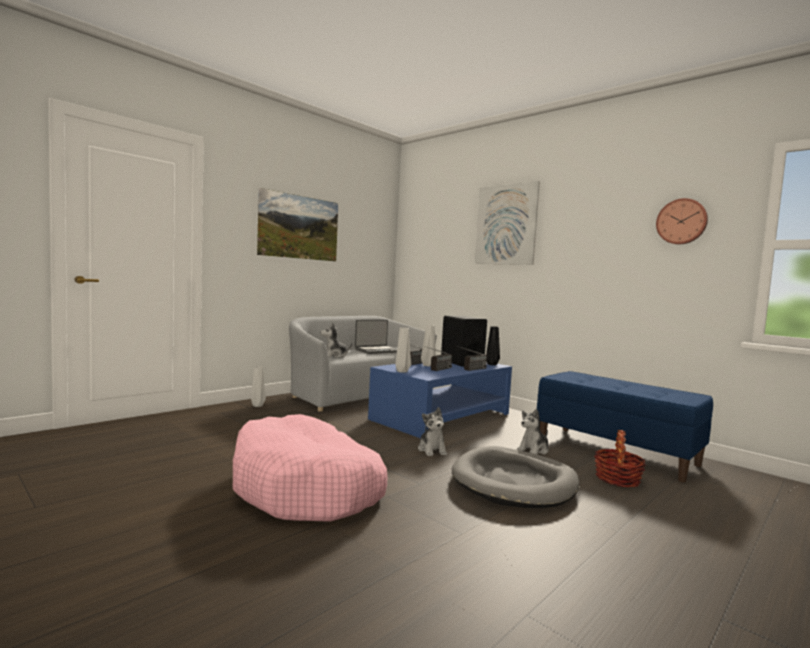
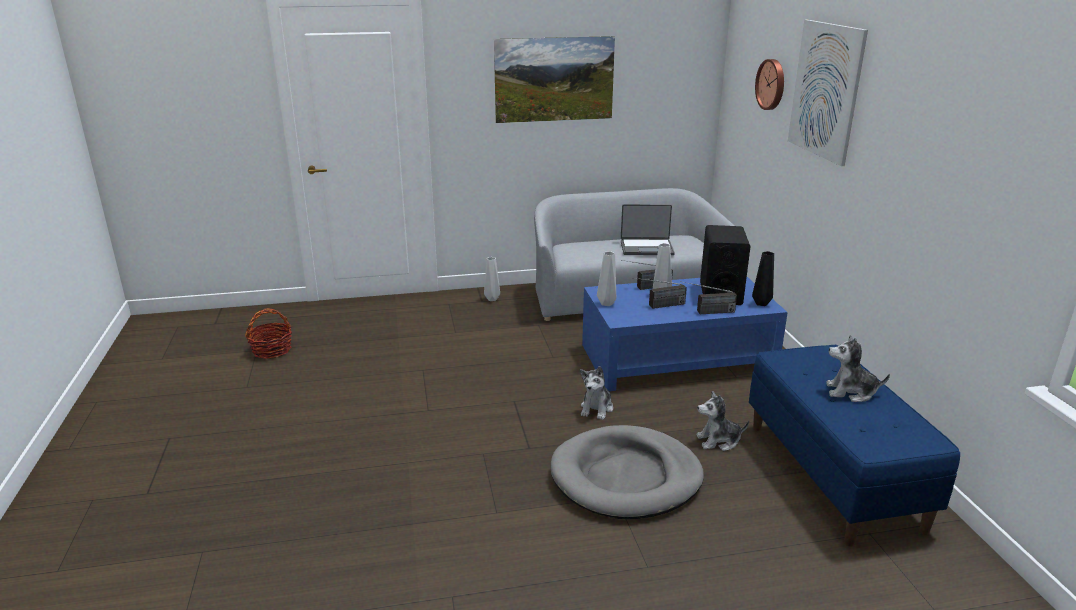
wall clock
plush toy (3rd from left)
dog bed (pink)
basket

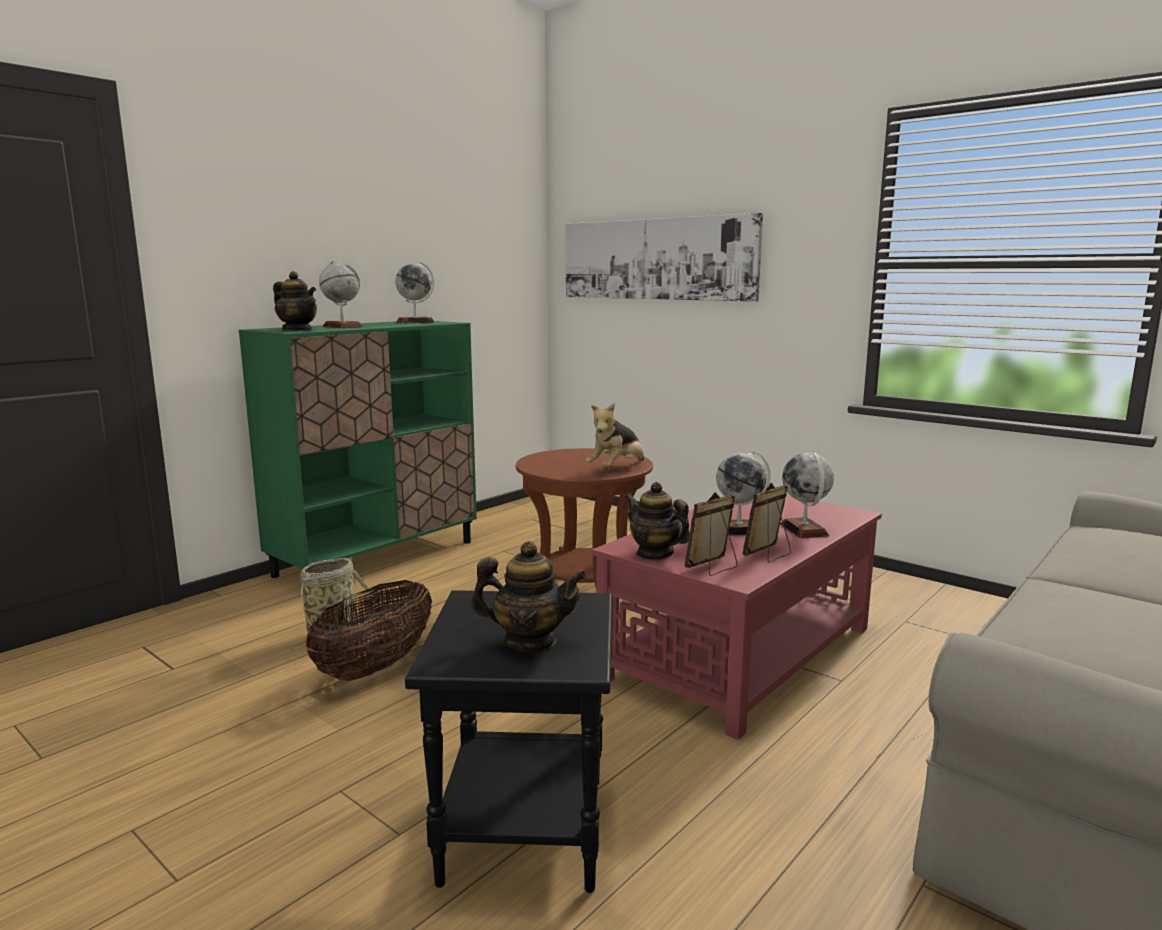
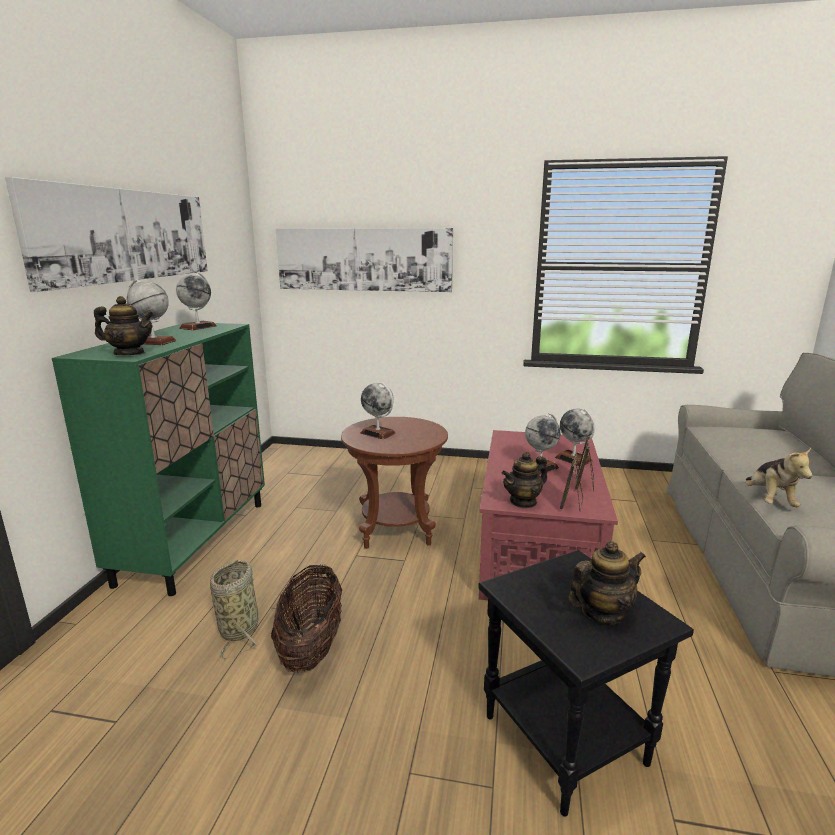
plush toy
teapot (2nd from left)
picture (1st from left)
globe (3rd from left)

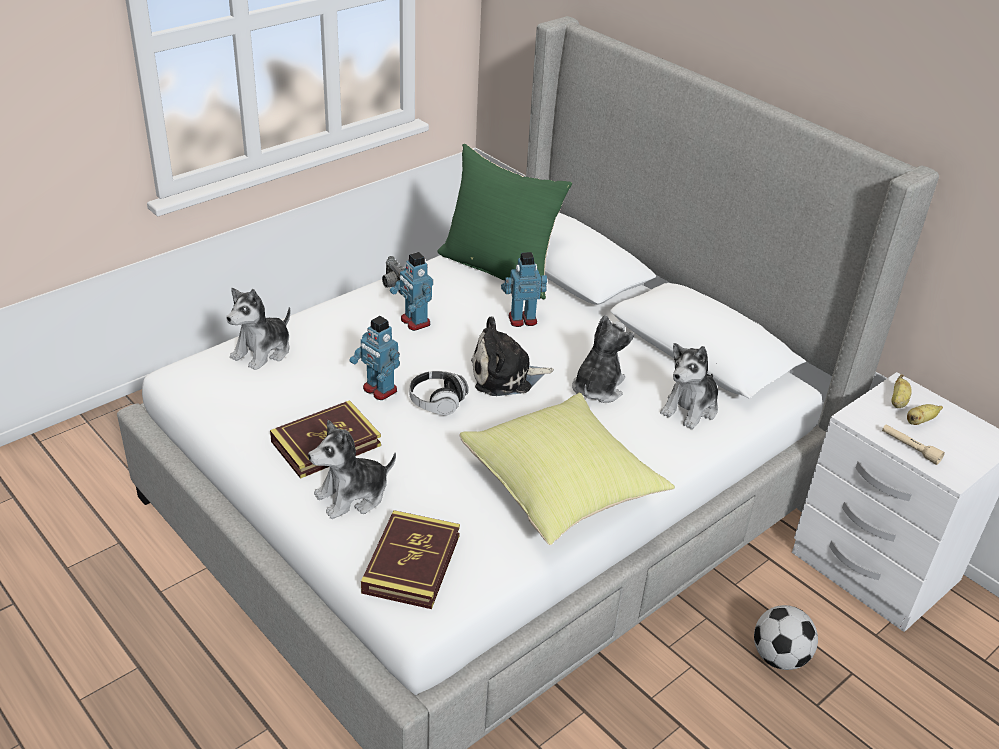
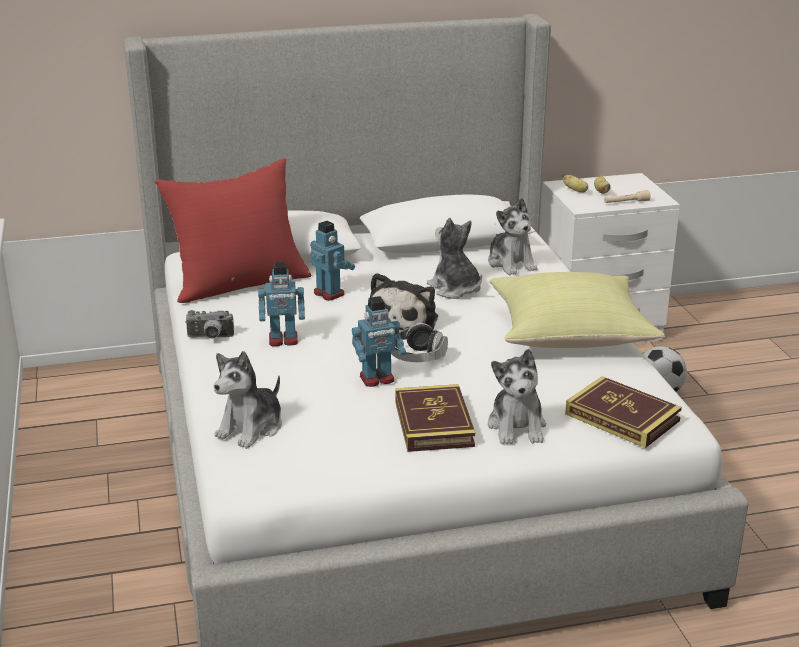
pillow (red)
toy robot (2nd from left)
plush toy (1st from left)

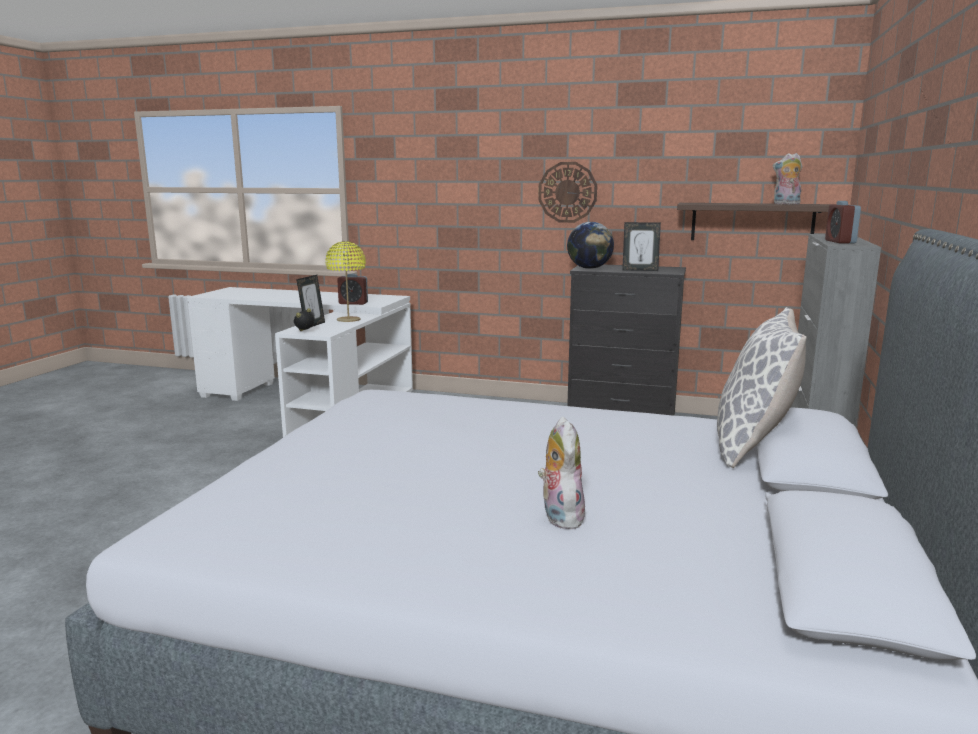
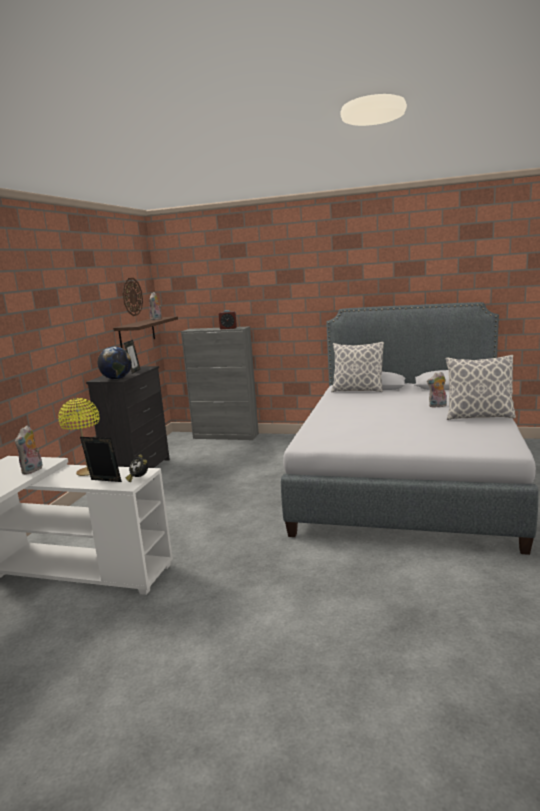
wall clock
plush toy (1st from left)
pillow (2nd from left)

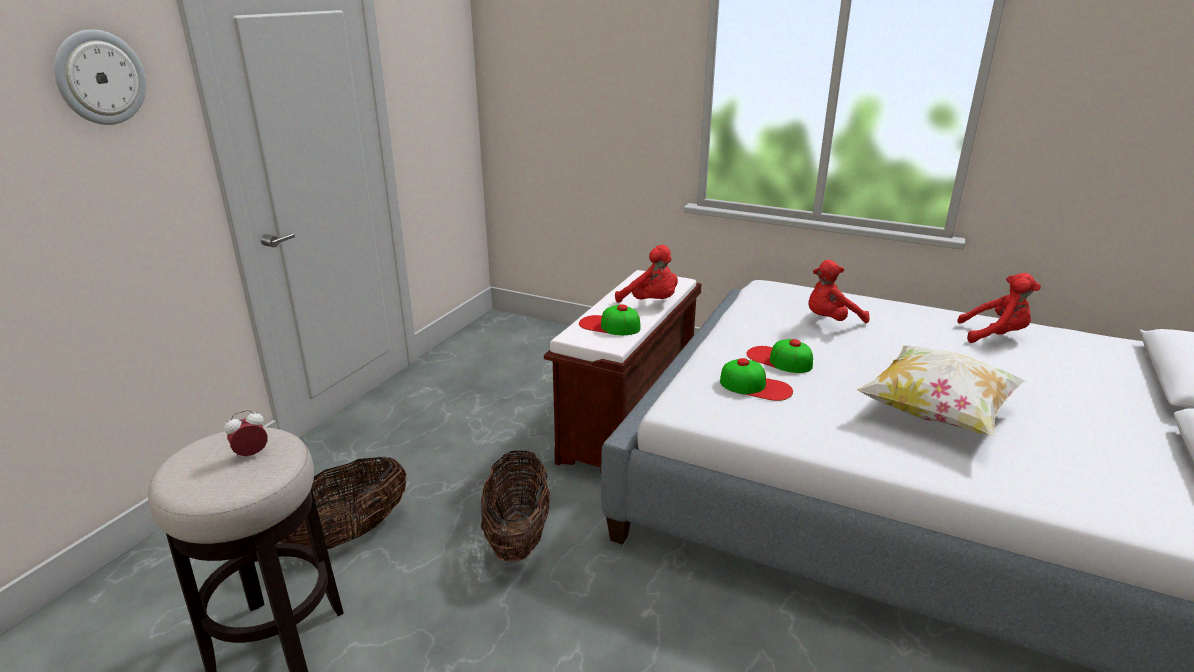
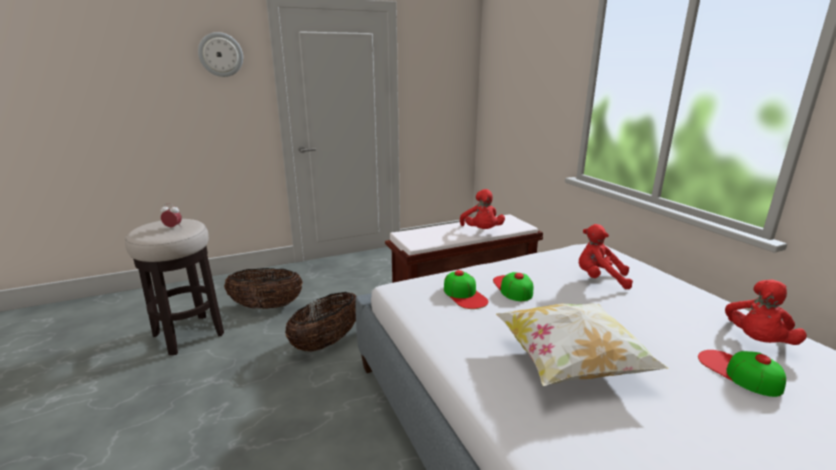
plush toy (red) (3rd from left)
cap (3rd from left)

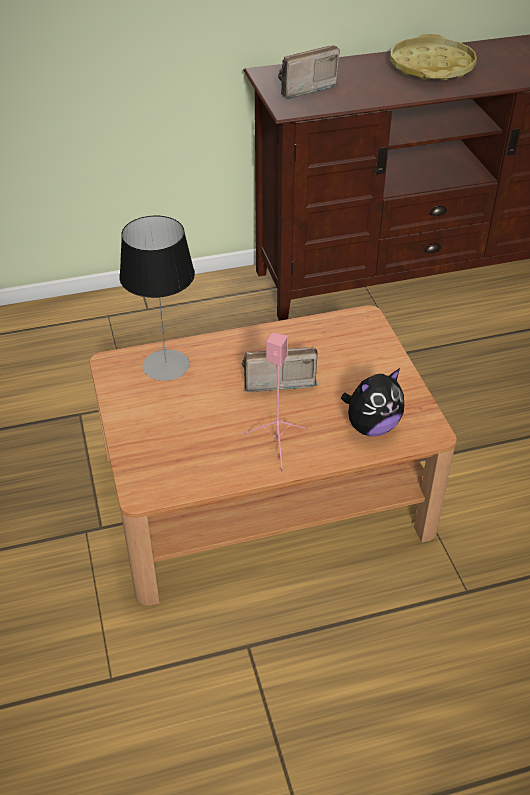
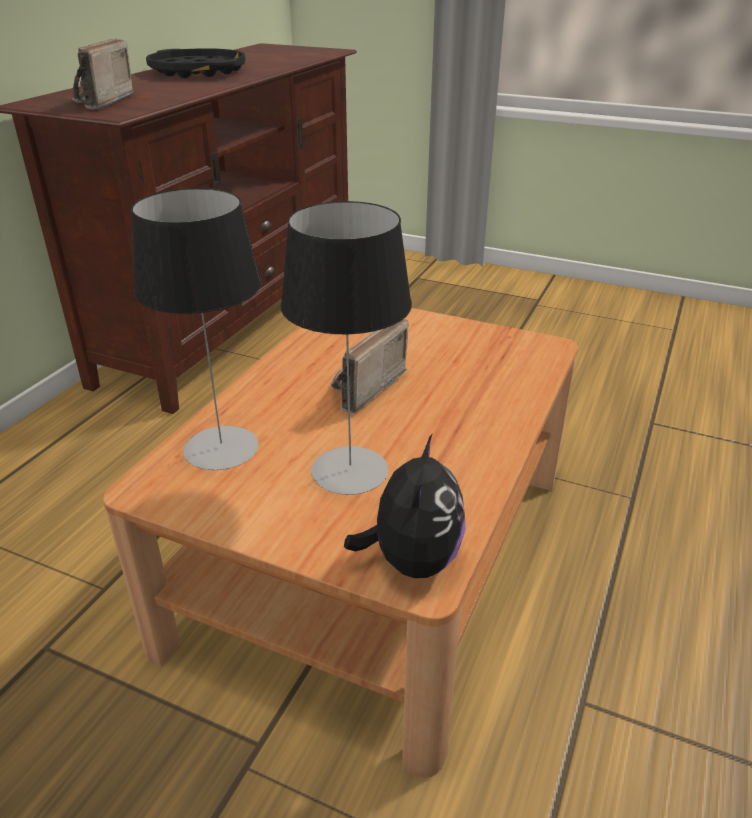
tray (black)
speaker (pink)
plush toy
table lamp (2nd from left)

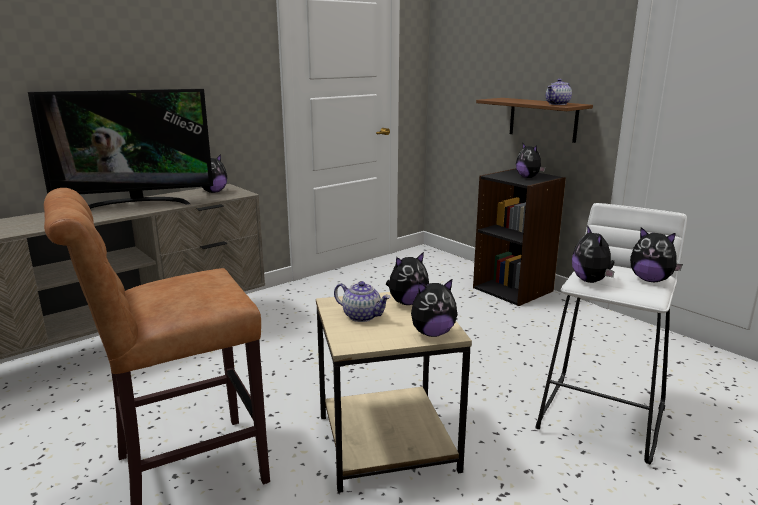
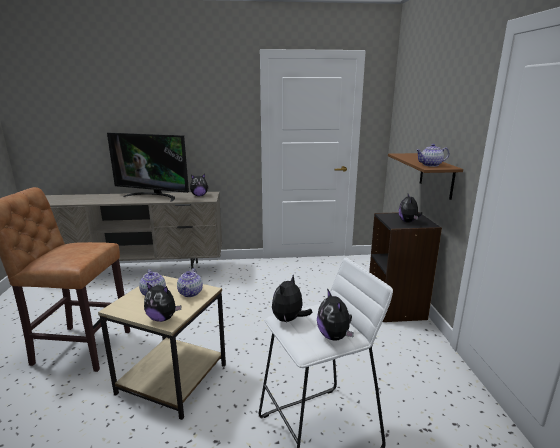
teapot (2nd from left)

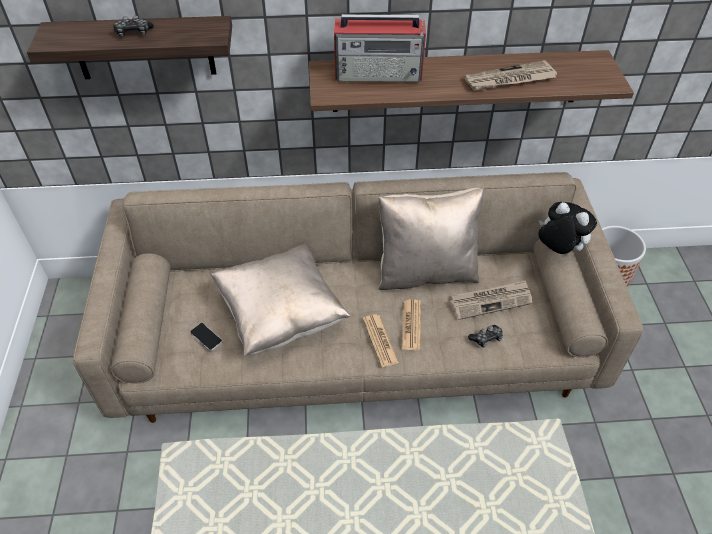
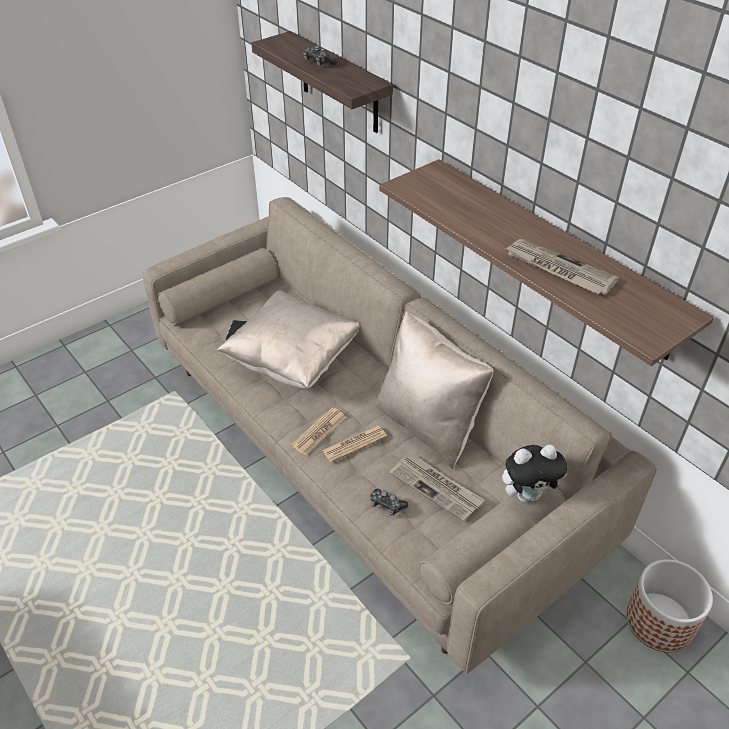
radio
plush toy

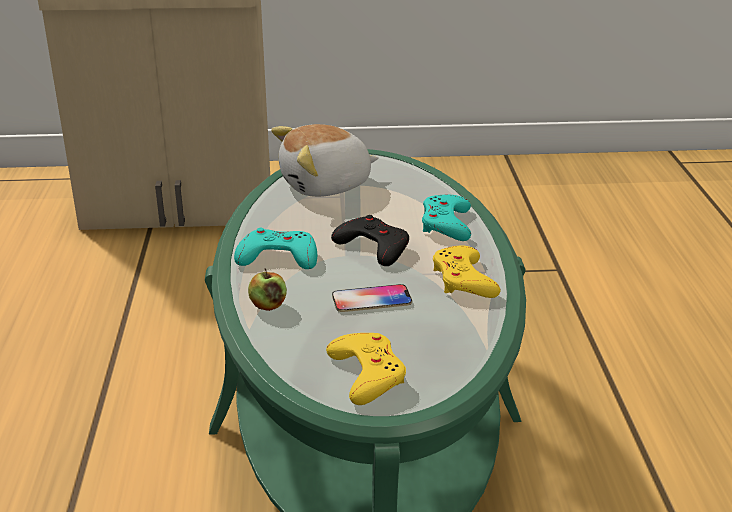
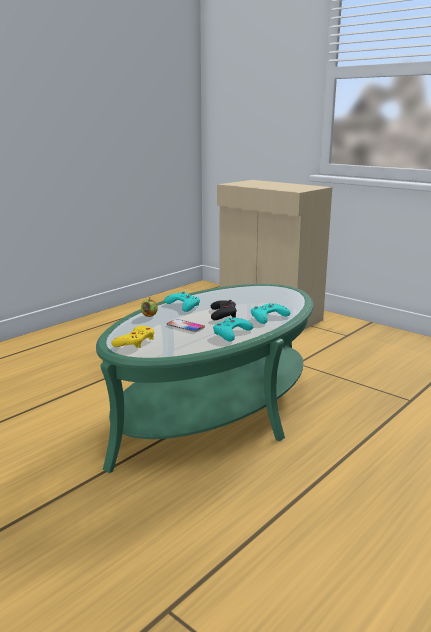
plush toy
game controller (turquoise) (2nd from left)

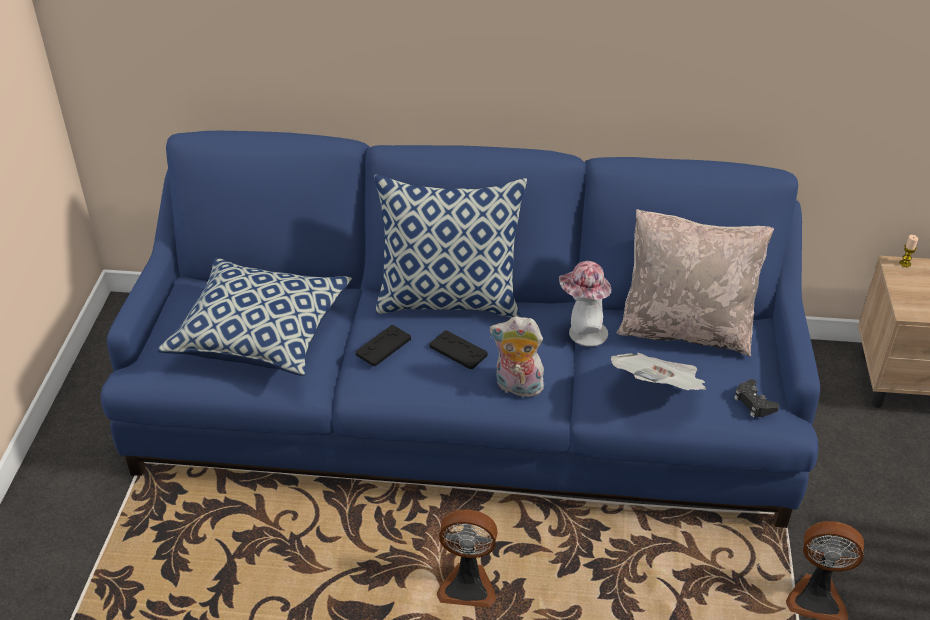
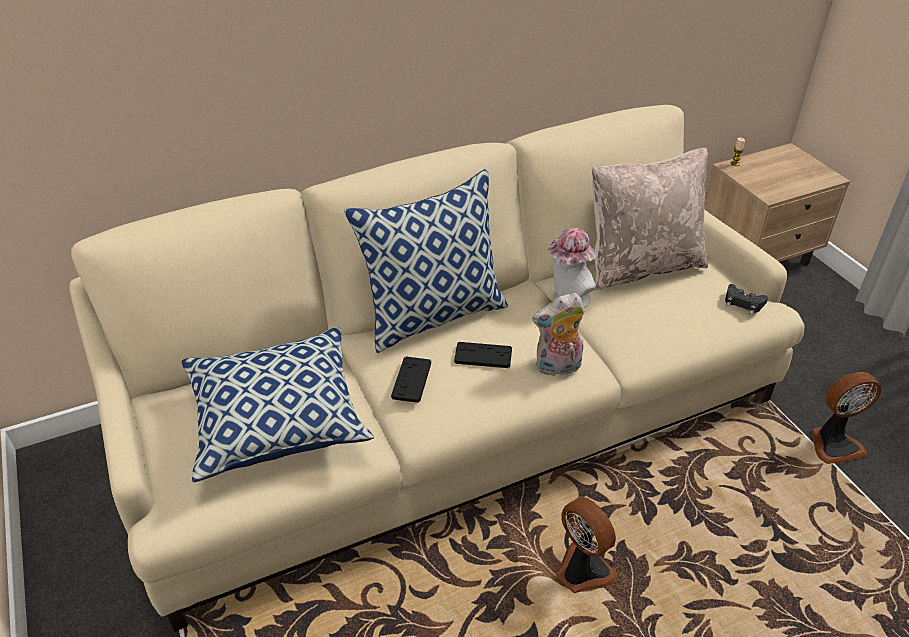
sofa (beige)
newspaper
fan (1st from left)

